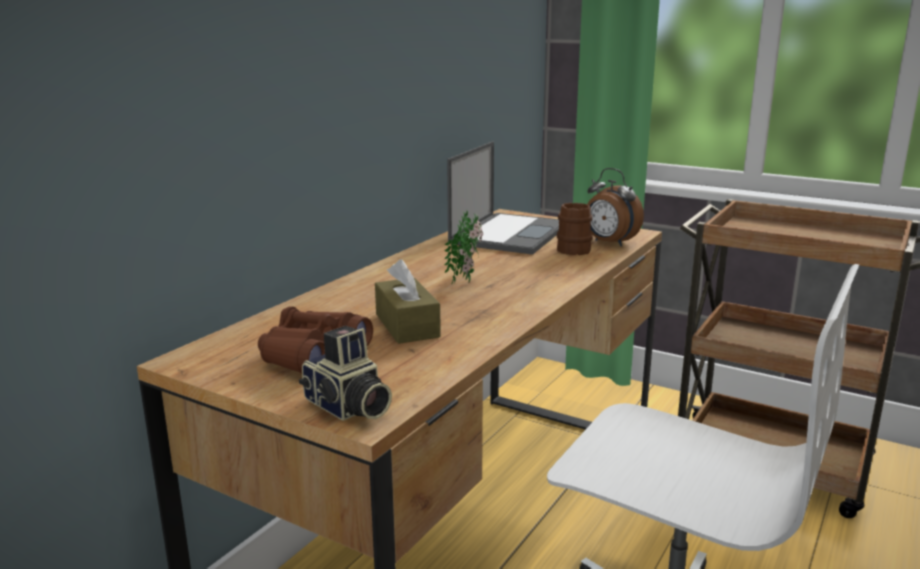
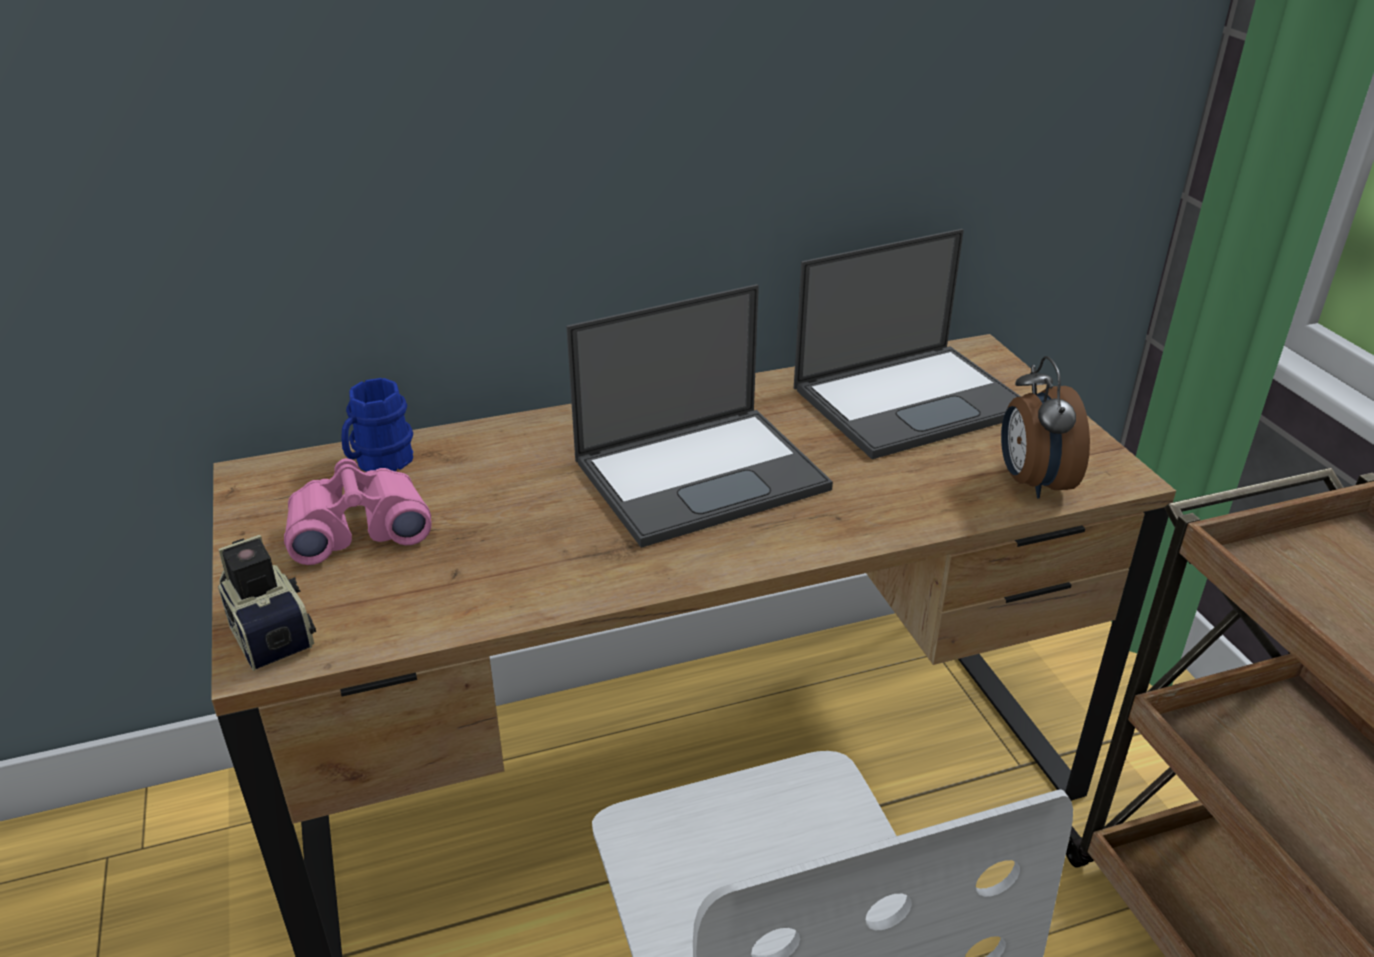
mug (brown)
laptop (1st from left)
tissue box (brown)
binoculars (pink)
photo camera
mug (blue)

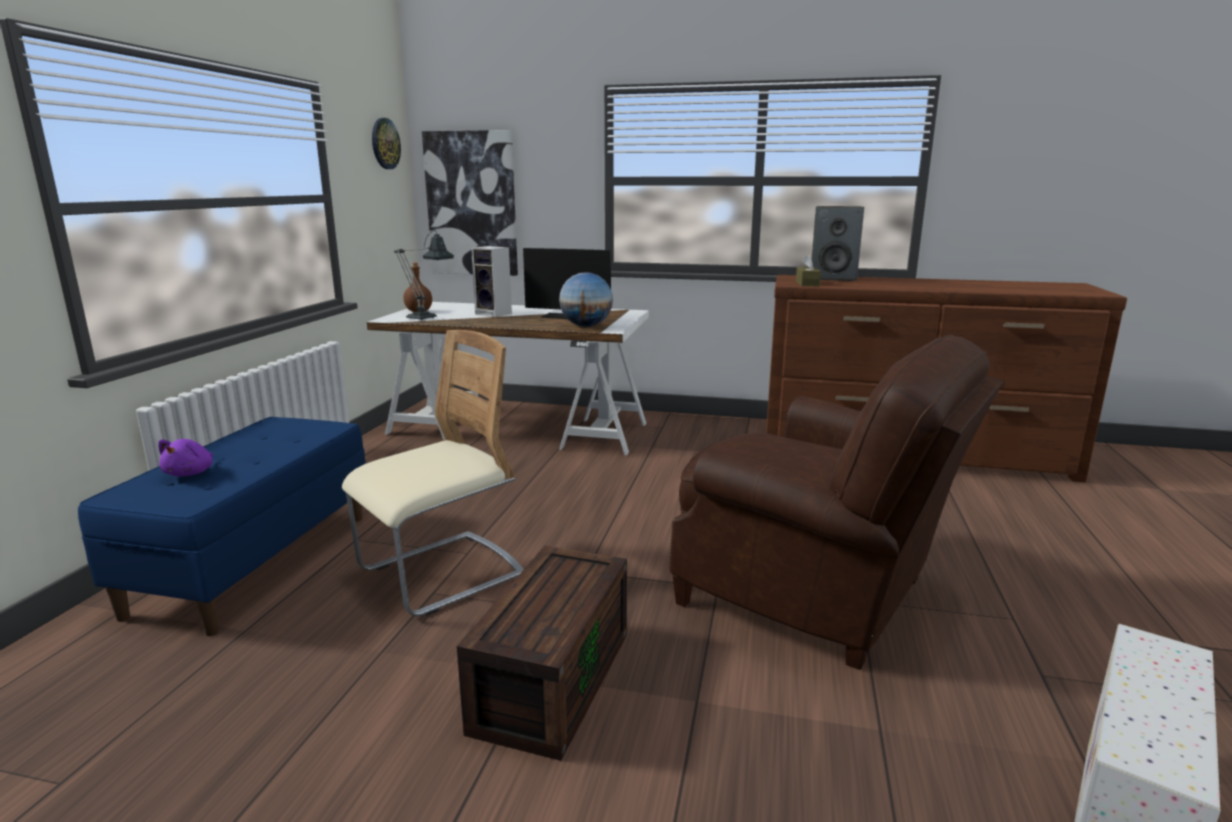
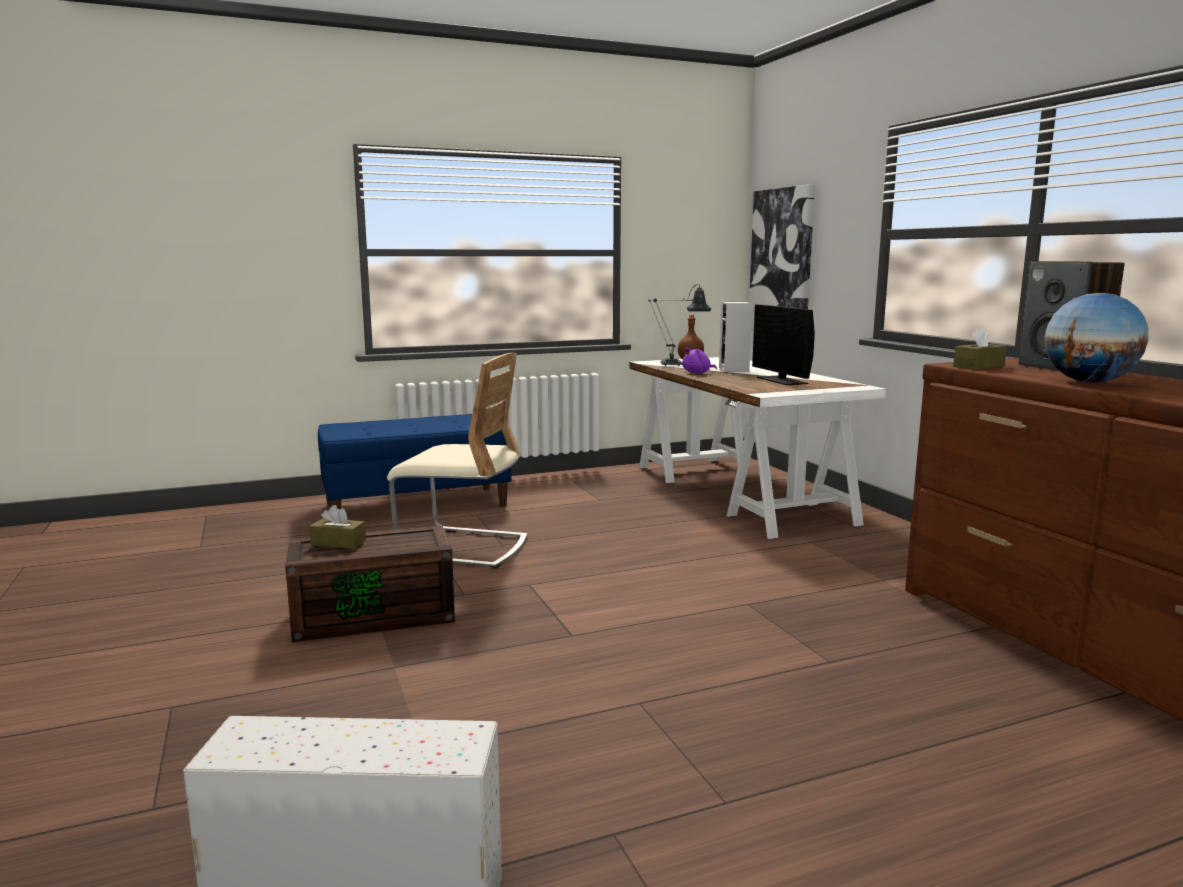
wall clock
globe
armchair (brown)
plush toy (purple)
tissue box (brown) (1st from left)

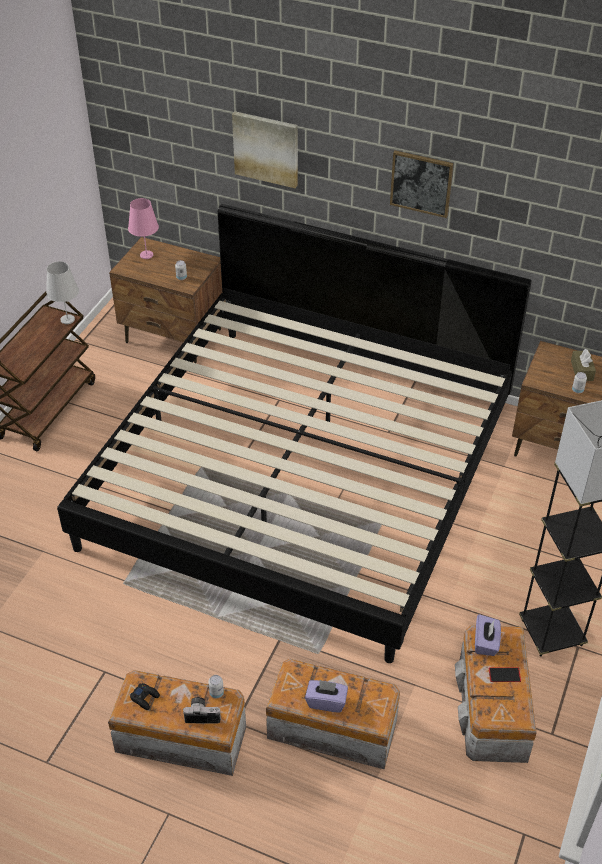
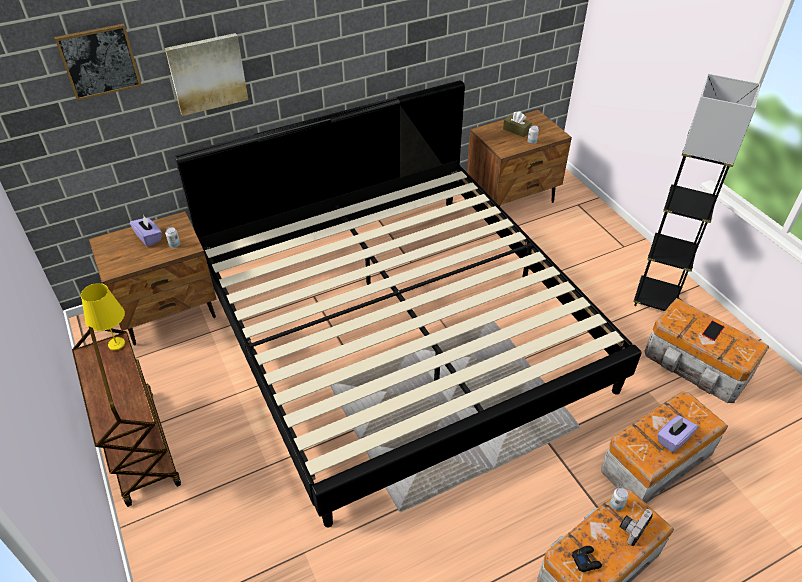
picture (1st from left)
table lamp (pink)
table lamp (yellow)
tissue box (purple) (1st from left)

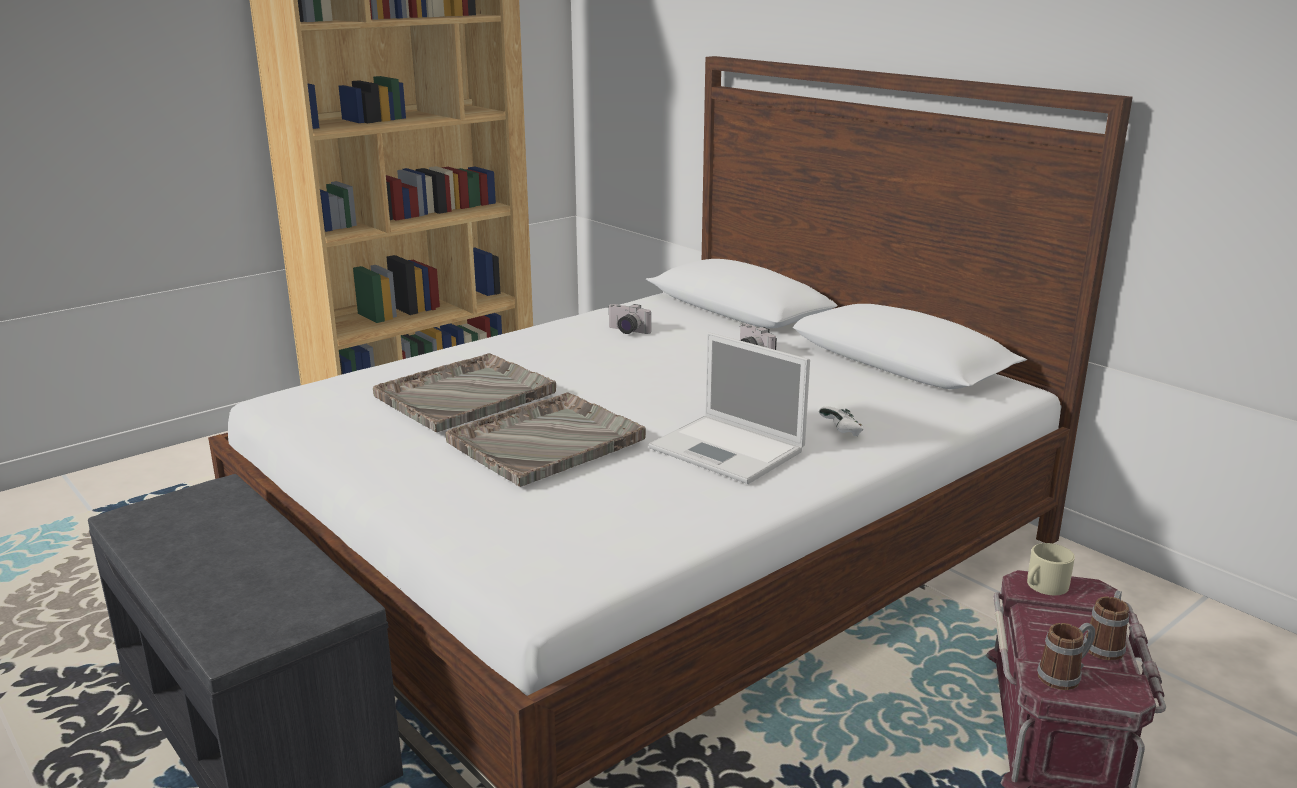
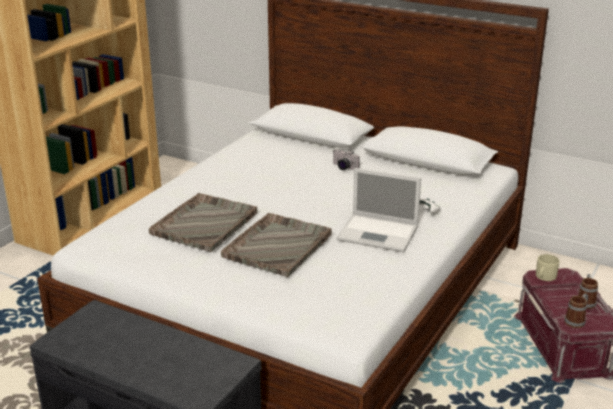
photo camera (1st from left in the first image)

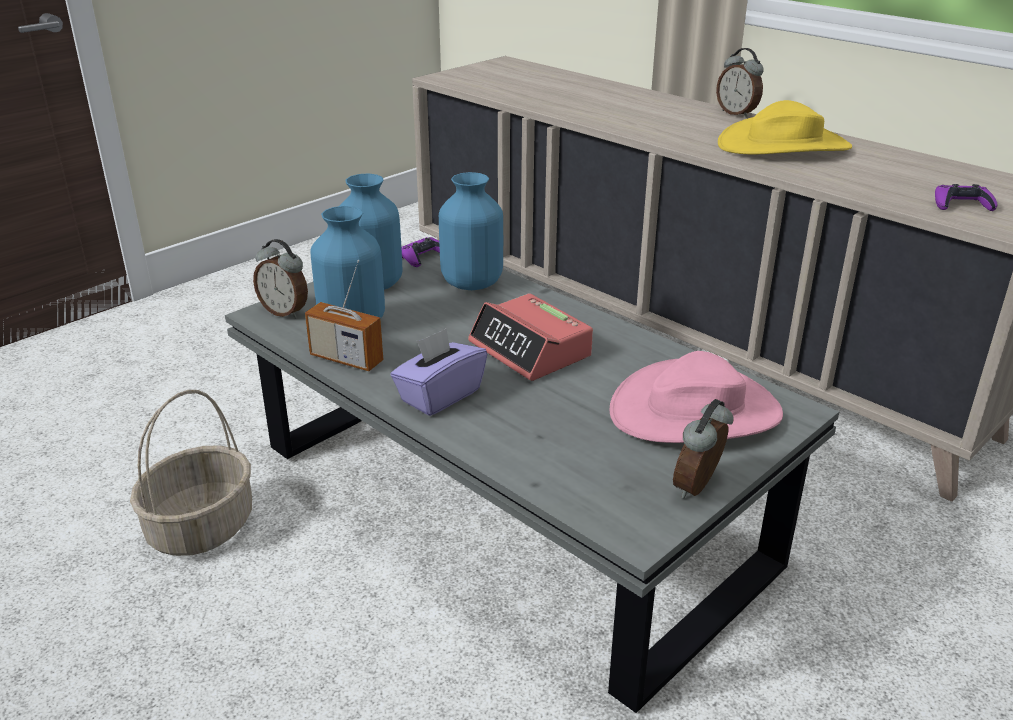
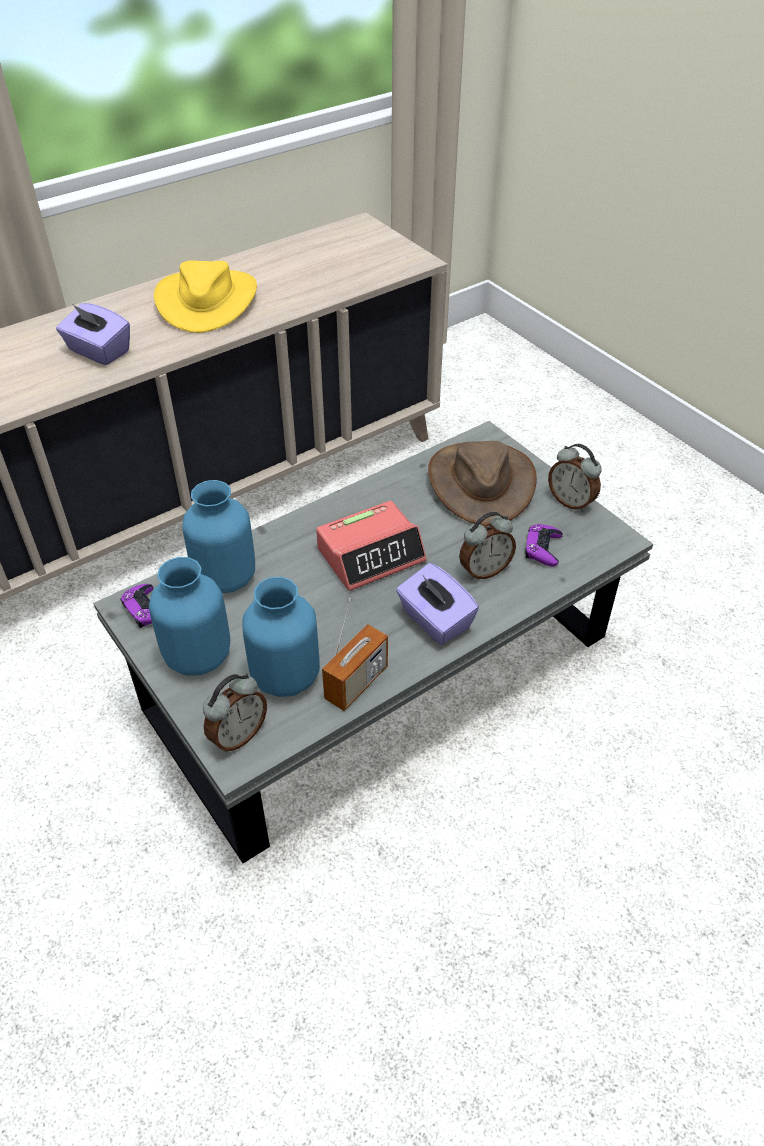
alarm clock (3rd from left)
game controller (purple) (2nd from left)
hat (brown)
basket
tissue box (purple) (1st from left)

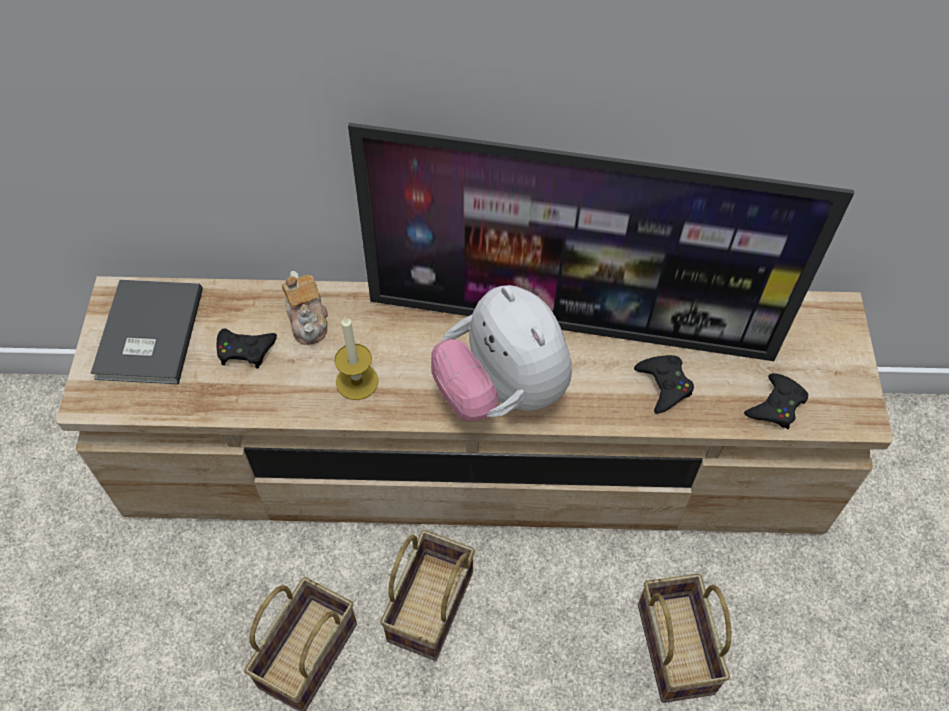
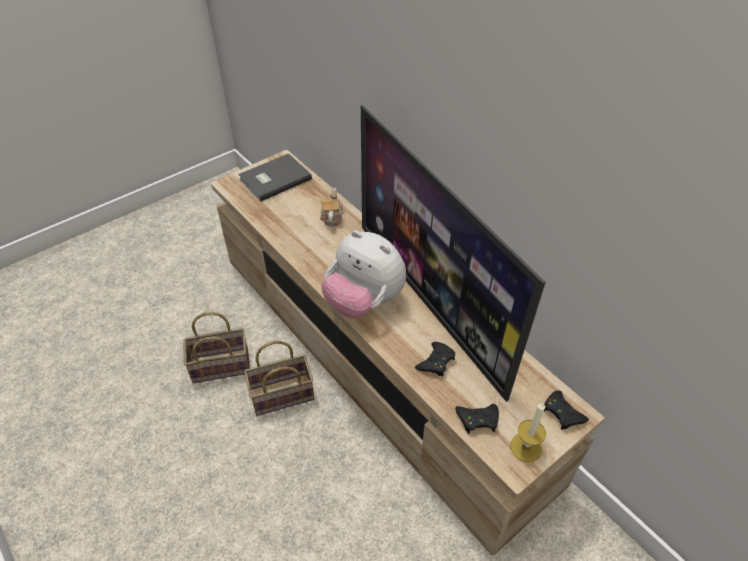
teapot
plush toy
candle
game controller (black) (3rd from left)
basket (3rd from left in the first image)

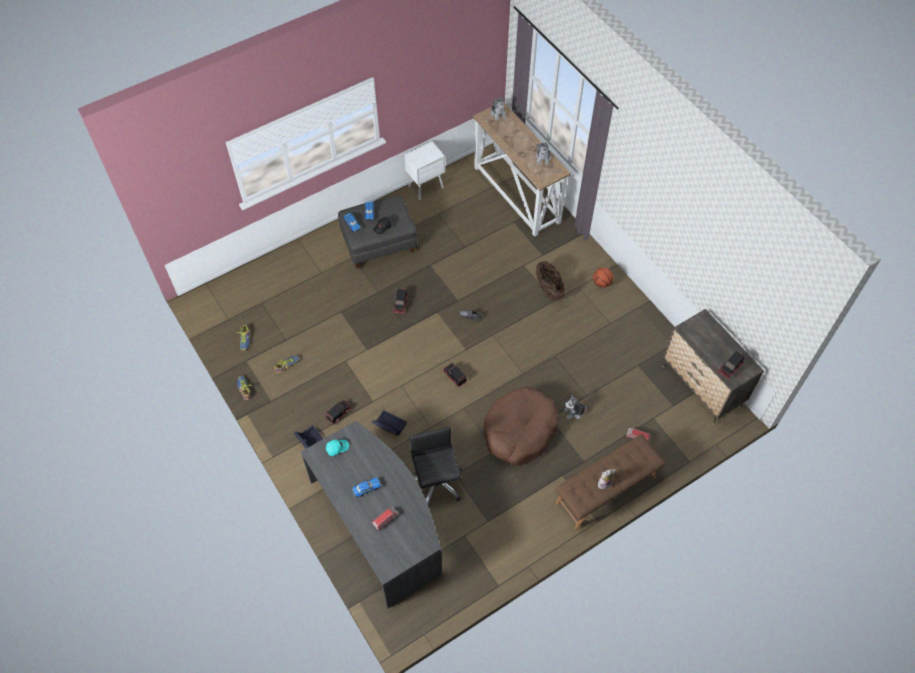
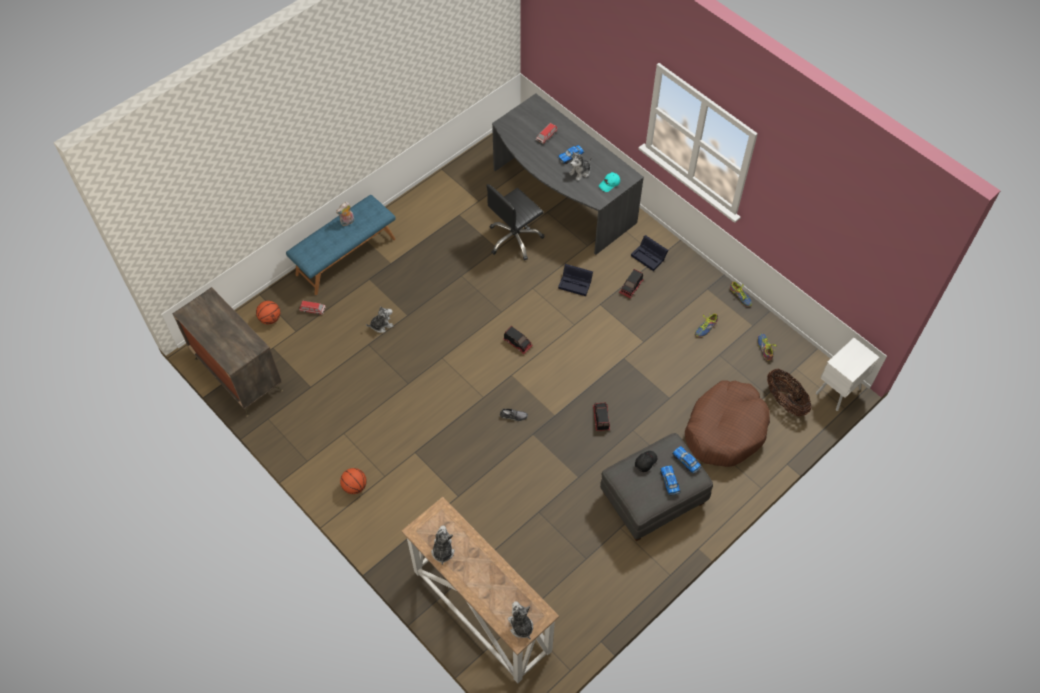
nightstand (white)
basket
toy truck (4th from left in the first image)
dog bed (brown)
office chair (black)
bench (blue)
plush toy (5th from left)
basketball (1st from left)

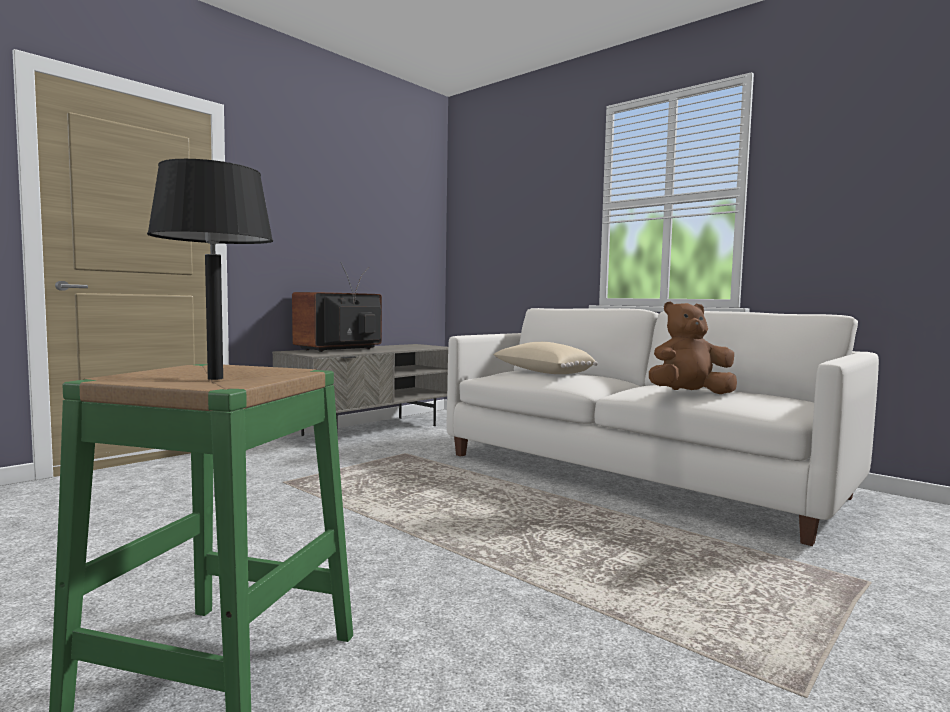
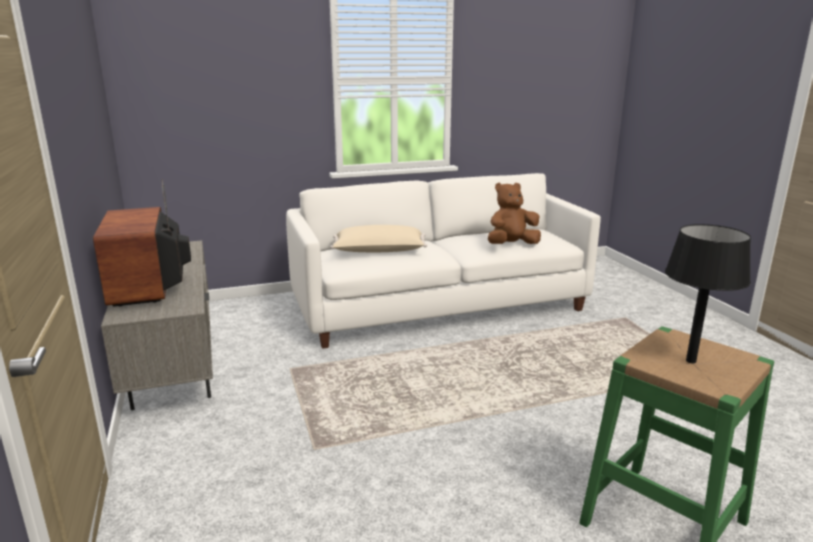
plush toy (brown)

